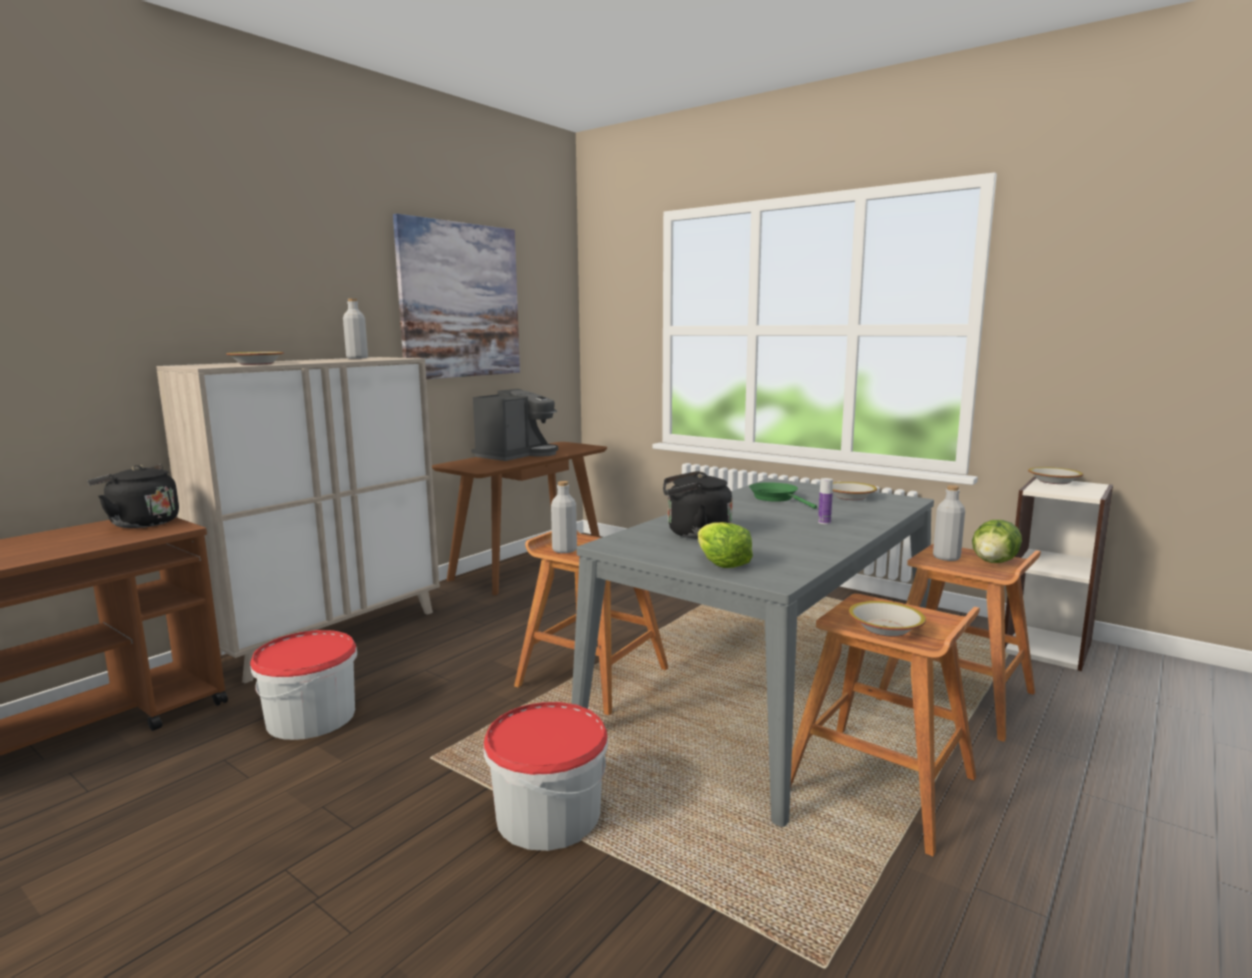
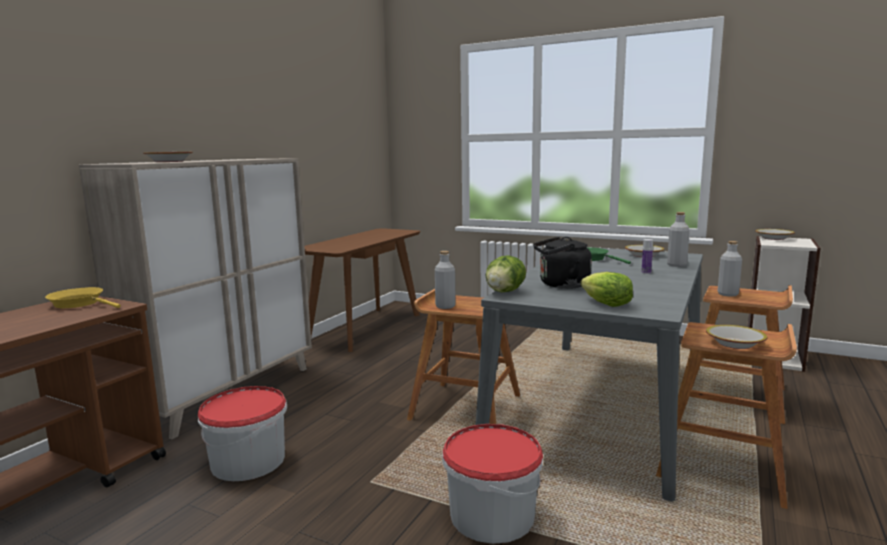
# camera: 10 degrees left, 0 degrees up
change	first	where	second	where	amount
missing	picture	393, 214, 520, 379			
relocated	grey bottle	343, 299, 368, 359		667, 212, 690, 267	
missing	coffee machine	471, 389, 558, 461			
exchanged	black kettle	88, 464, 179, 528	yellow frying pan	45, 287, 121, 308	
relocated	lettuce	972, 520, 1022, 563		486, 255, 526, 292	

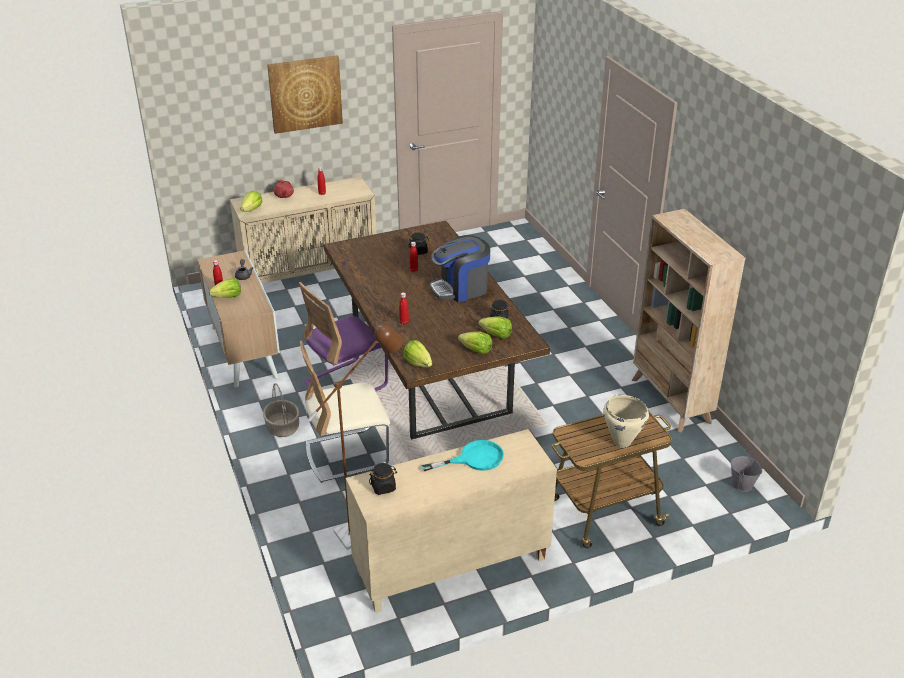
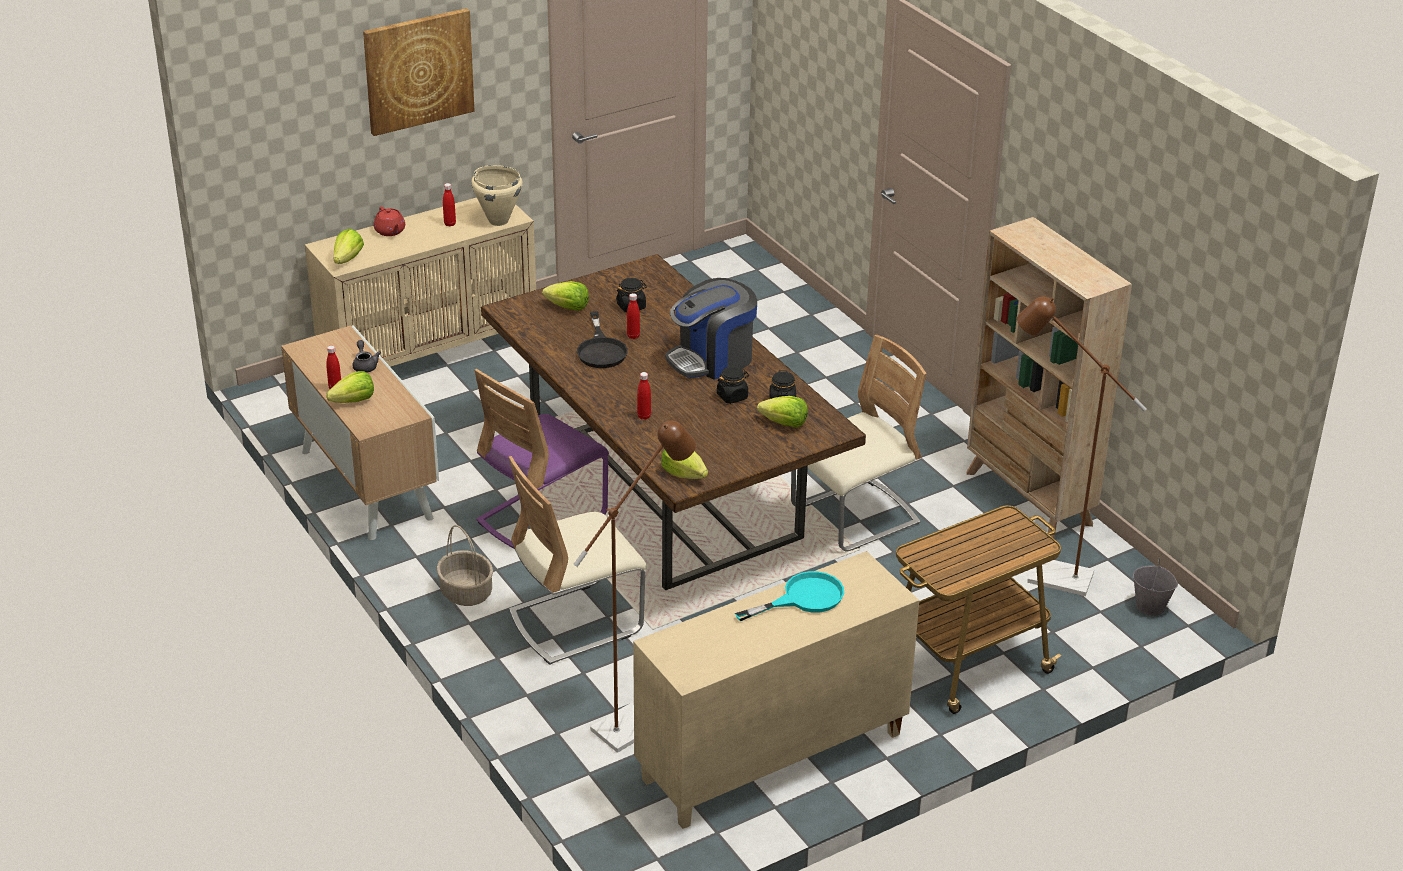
# camera: 10 degrees left, 0 degrees up
change	first	where	second	where	amount
relocated	lettuce	458, 332, 492, 354		542, 281, 589, 311	
relocated	beige cooking pot	603, 395, 649, 448		472, 165, 523, 226	
relocated	black jar	369, 463, 397, 495		717, 366, 749, 404	
appeared			brown floor lamp	1017, 297, 1147, 596	
appeared			black frying pan	577, 311, 628, 368	
appeared			beige chair	791, 335, 927, 551	

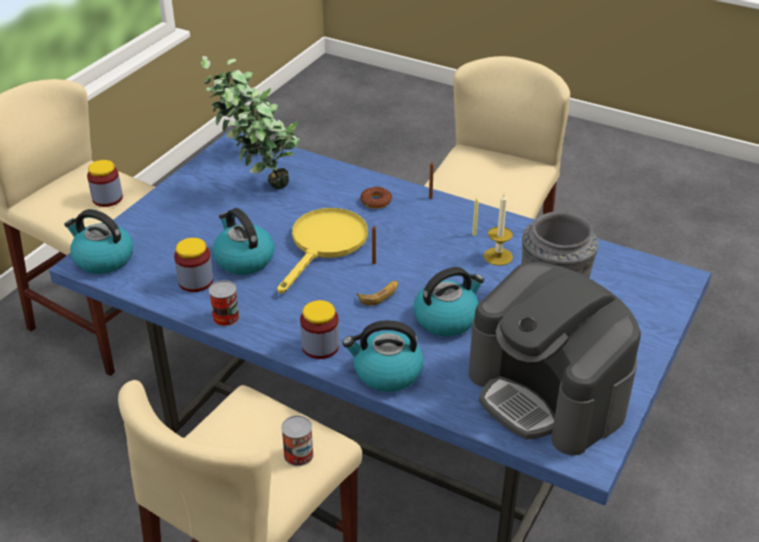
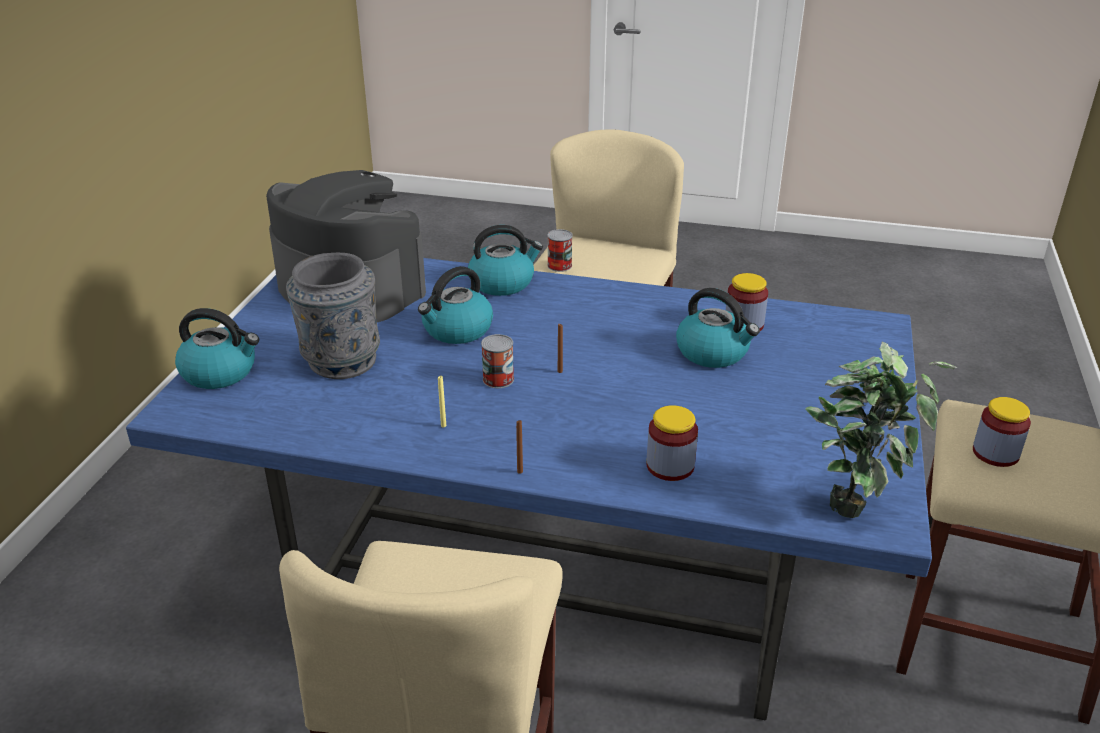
# camera: 165 degrees right, 5 degrees down
change	first	where	second	where	amount
missing	potted plant	224, 88, 300, 189			
missing	donut	360, 187, 392, 209			
missing	candle	484, 193, 513, 266			
missing	yellow frying pan	277, 208, 368, 294			
relocated	kettle	64, 209, 133, 274		175, 308, 259, 389	
relocated	can	209, 280, 240, 326		481, 334, 514, 388	
missing	banana	356, 281, 398, 306			
relocated	jar	300, 300, 339, 359		646, 405, 698, 481	

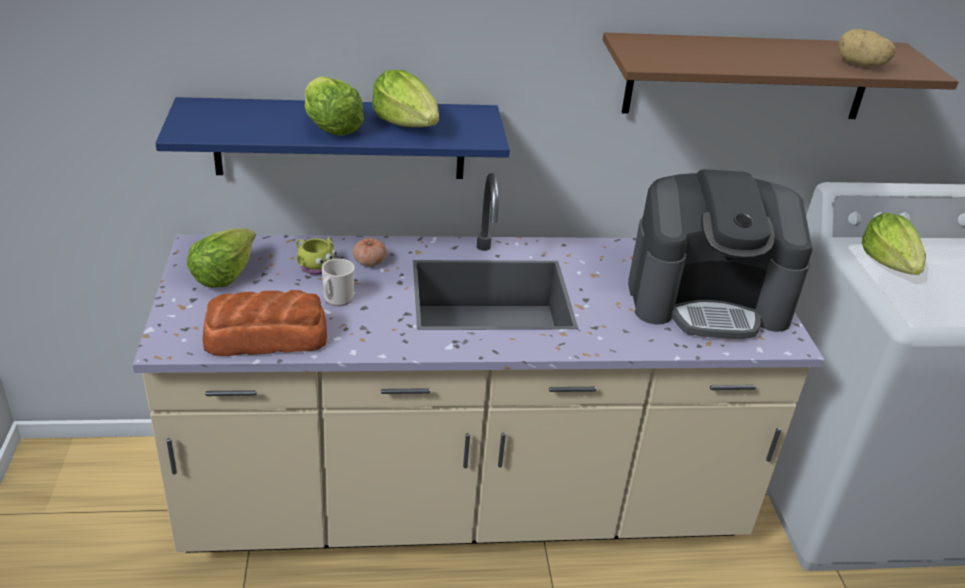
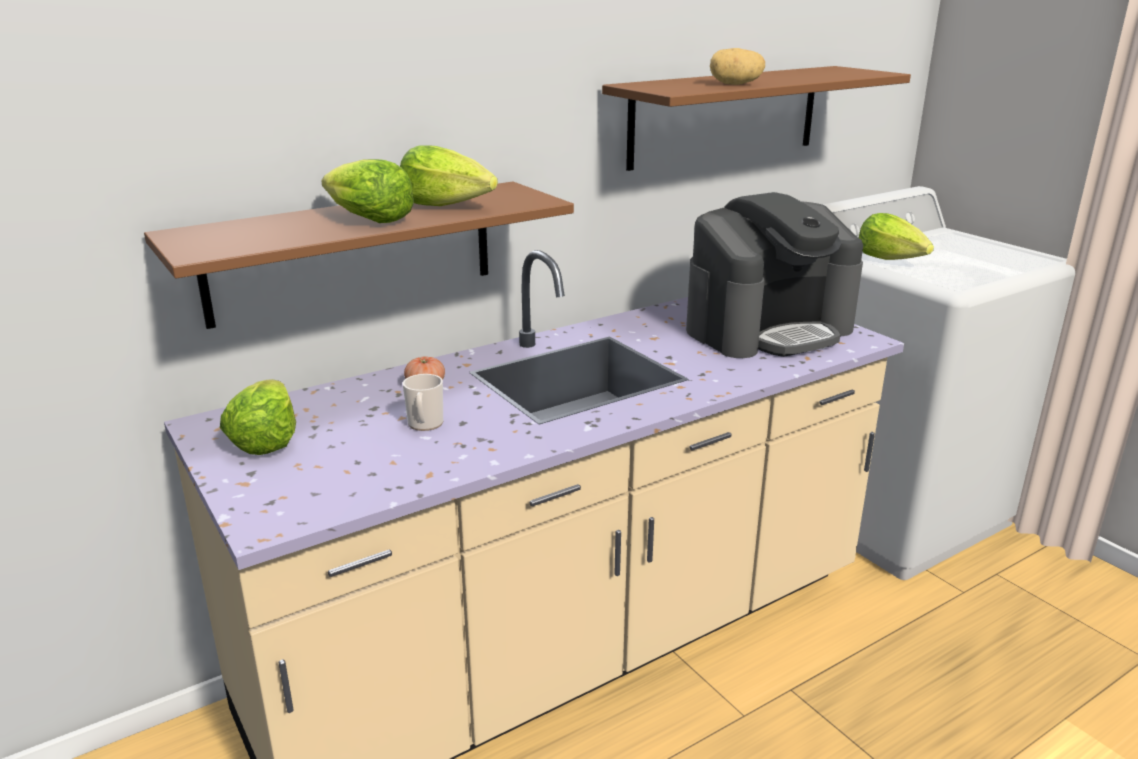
# camera: 25 degrees left, 10 degrees down
change	first	where	second	where	amount
relocated	potato	838, 29, 896, 67		710, 48, 765, 85	
colour	blue shelf	155, 97, 510, 179	brown shelf	144, 182, 574, 329	
missing	yellow mug	296, 237, 337, 275			
missing	bread	202, 290, 327, 356			

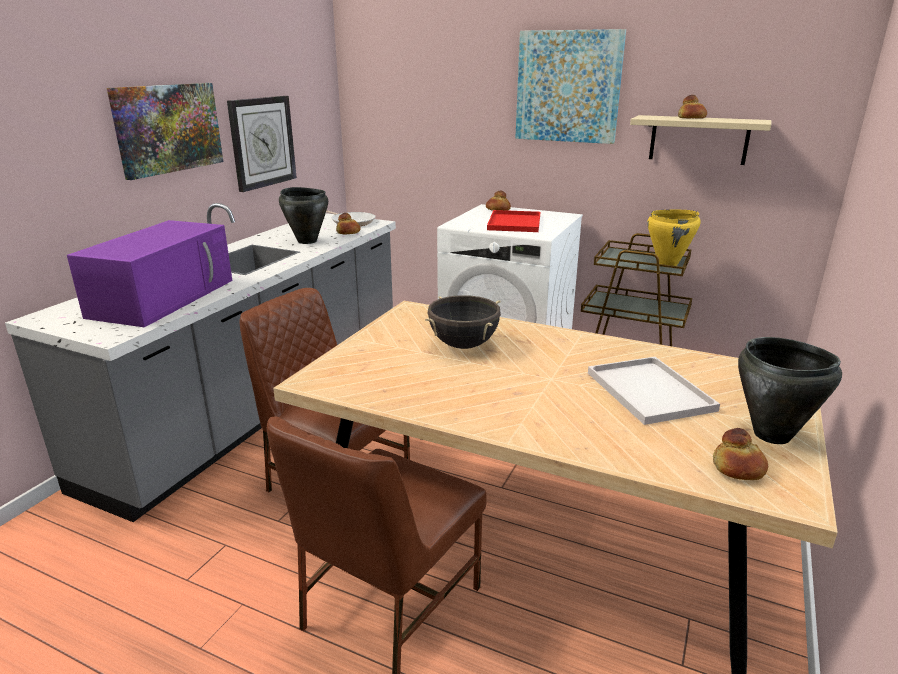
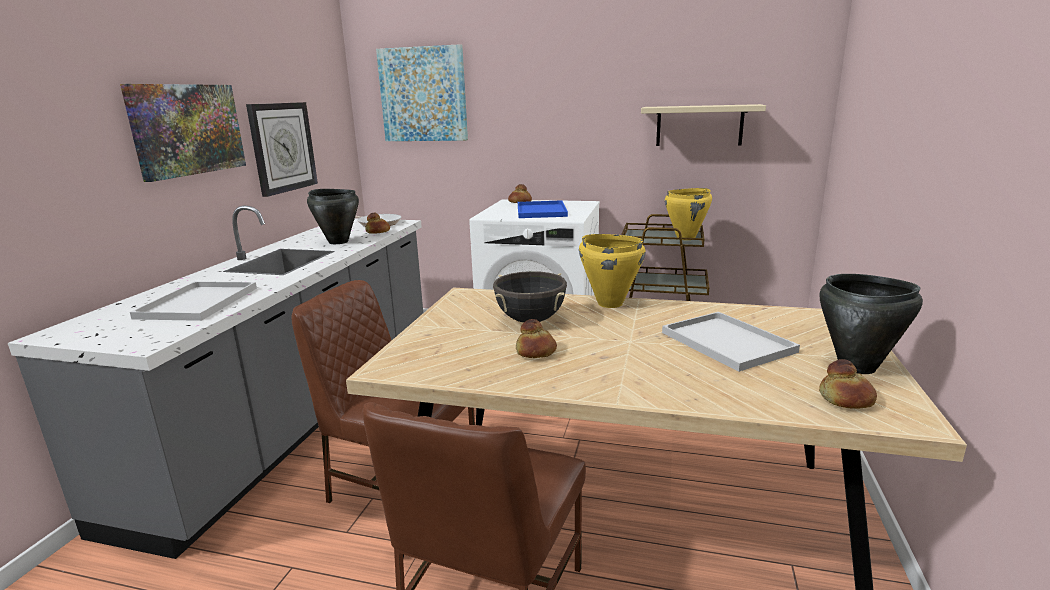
# camera: 10 degrees left, 5 degrees down
change	first	where	second	where	amount
relocated	picture	515, 29, 626, 144		376, 44, 468, 141	
relocated	bread	678, 95, 707, 119		516, 319, 557, 358	
colour	red tray	487, 210, 540, 232	blue tray	518, 200, 568, 218	
exchanged	purple microwave	67, 220, 232, 327	white tray	130, 281, 257, 321	
appeared			yellow cooking pot	579, 234, 646, 308	

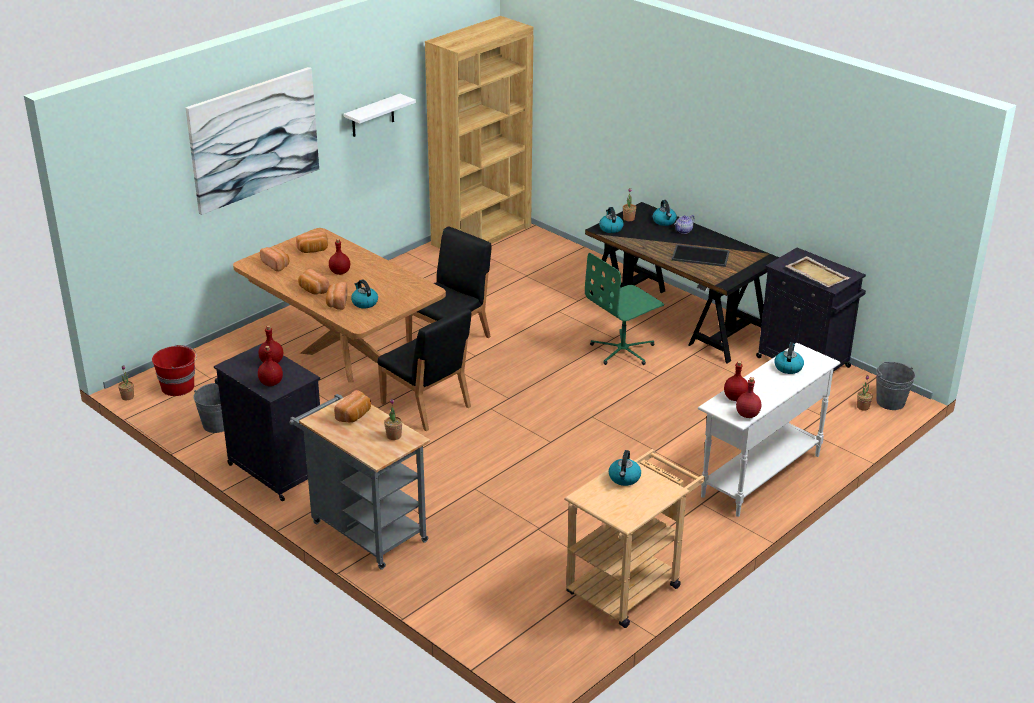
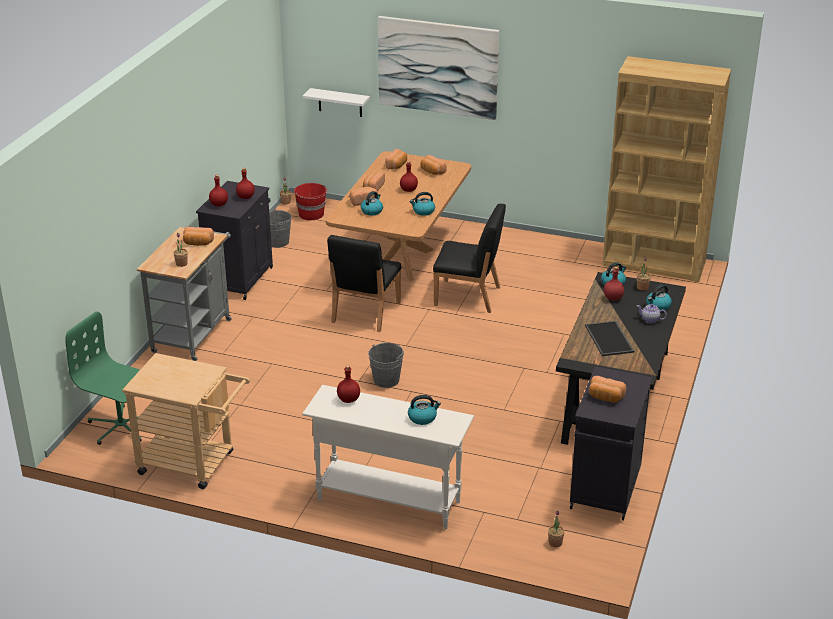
# camera: 65 degrees right, 0 degrees up
change	first	where	second	where	amount
relocated	white shelf	344, 94, 416, 137		303, 88, 370, 117	
relocated	green office chair	585, 253, 664, 365		65, 311, 141, 445	
exchanged	beige tray	785, 256, 850, 287	bread	589, 376, 626, 403	
relocated	grey bucket	876, 362, 915, 410		368, 343, 404, 388	
relocated	red bottle	736, 377, 761, 418		604, 267, 624, 301	
relocated	kettle	609, 450, 641, 486		410, 192, 435, 216	

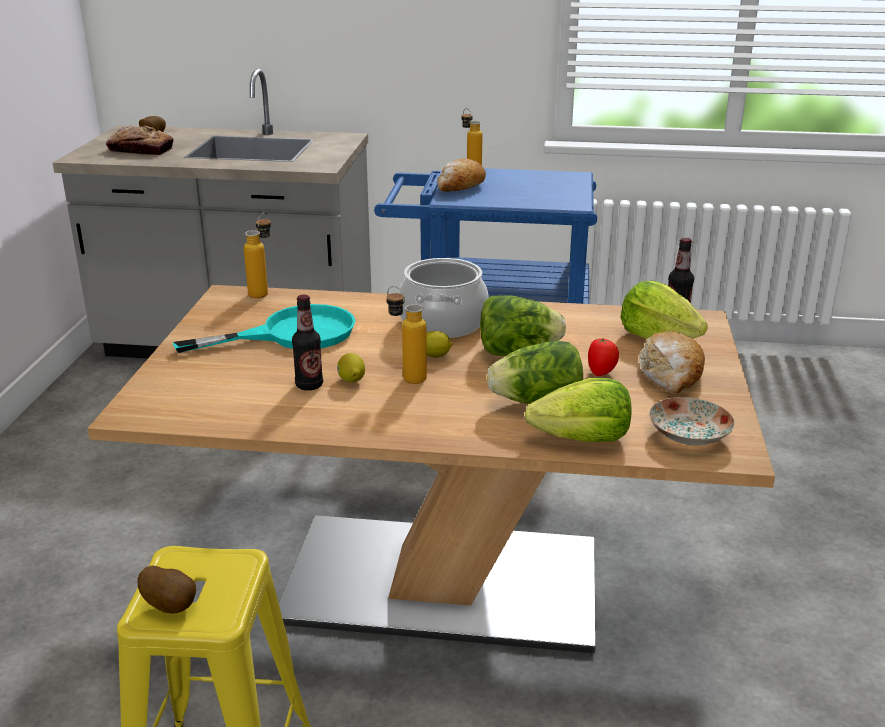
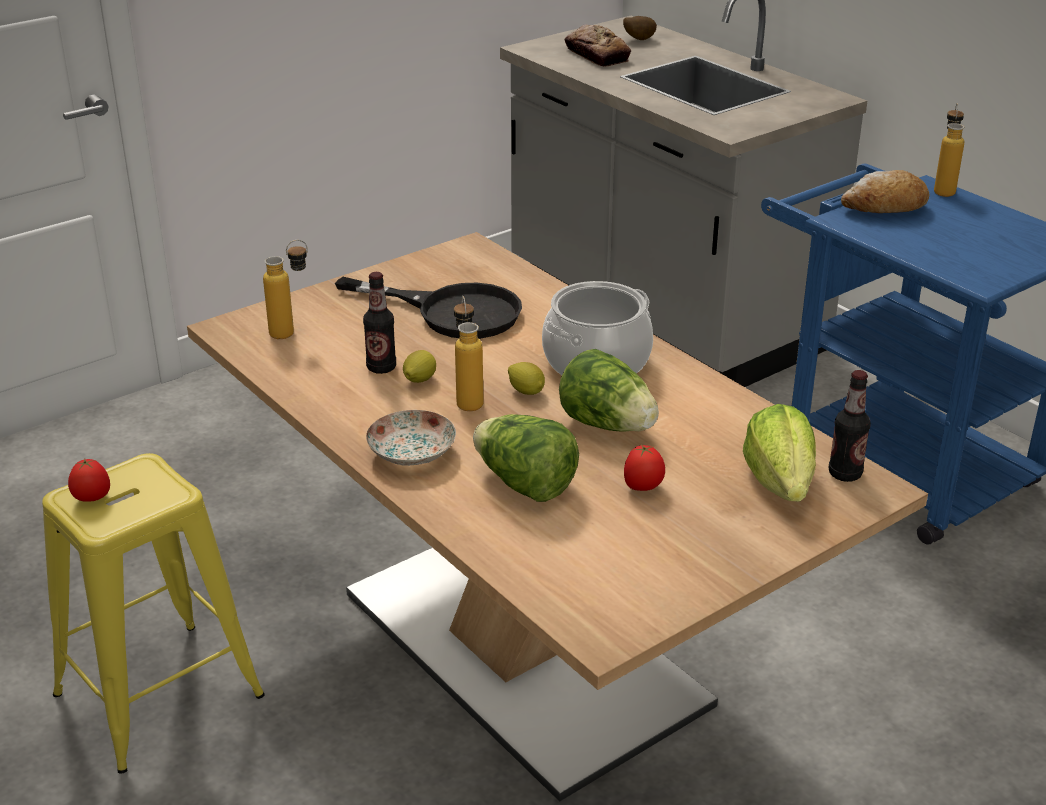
# camera: 45 degrees right, 5 degrees up
change	first	where	second	where	amount
relocated	bottle	244, 213, 271, 298		263, 240, 308, 339	
colour	turquoise frying pan	173, 304, 355, 353	black frying pan	335, 277, 522, 339	
missing	bread	639, 332, 705, 393			
missing	lettuce	525, 378, 632, 442			
relocated	plate	649, 397, 735, 445		366, 410, 456, 466	
exchanged	potato	138, 566, 196, 614	tomato	68, 459, 110, 502	

